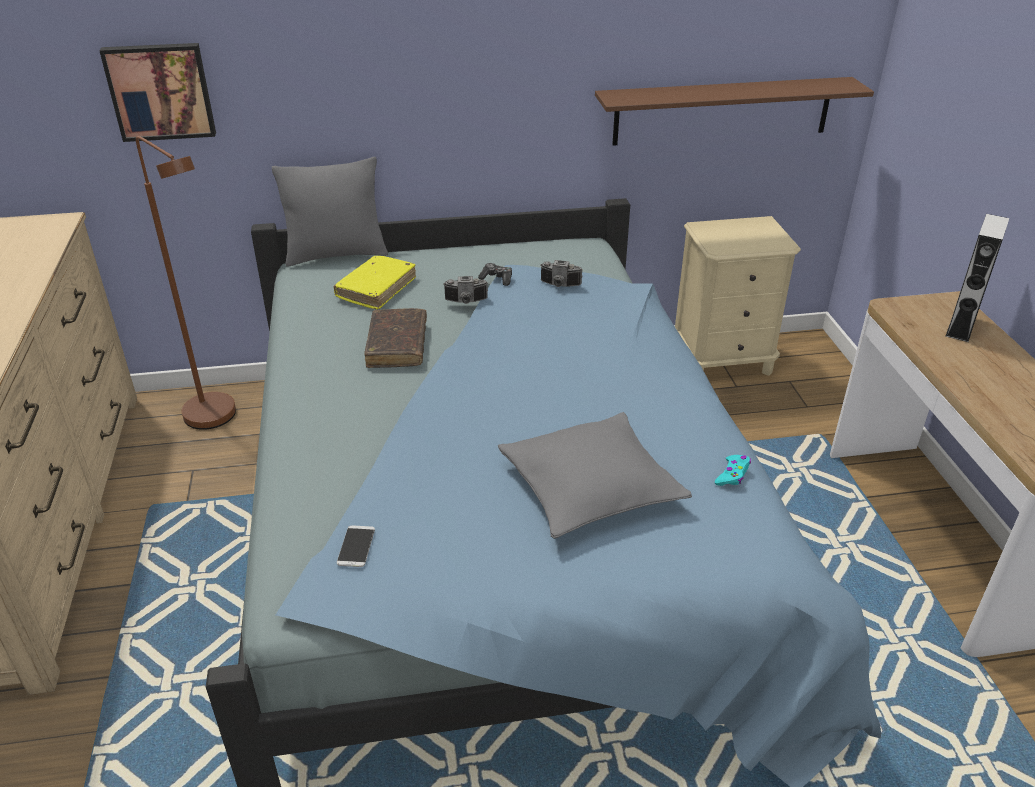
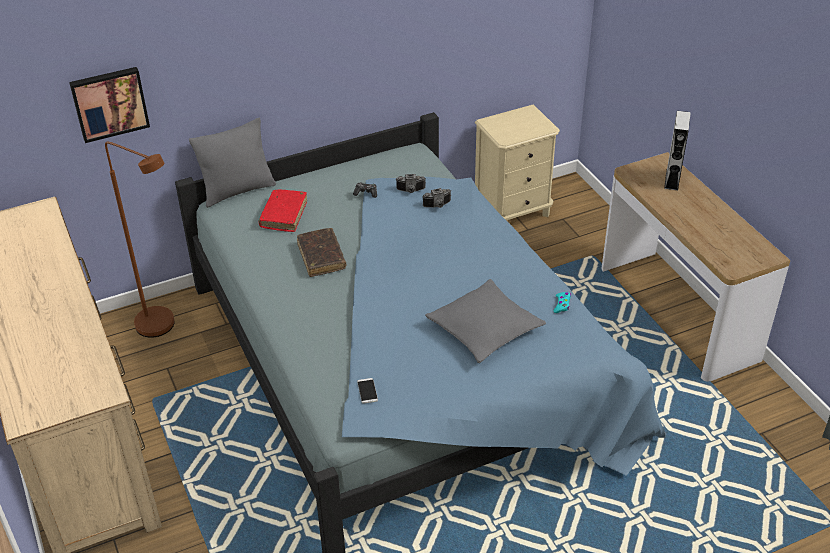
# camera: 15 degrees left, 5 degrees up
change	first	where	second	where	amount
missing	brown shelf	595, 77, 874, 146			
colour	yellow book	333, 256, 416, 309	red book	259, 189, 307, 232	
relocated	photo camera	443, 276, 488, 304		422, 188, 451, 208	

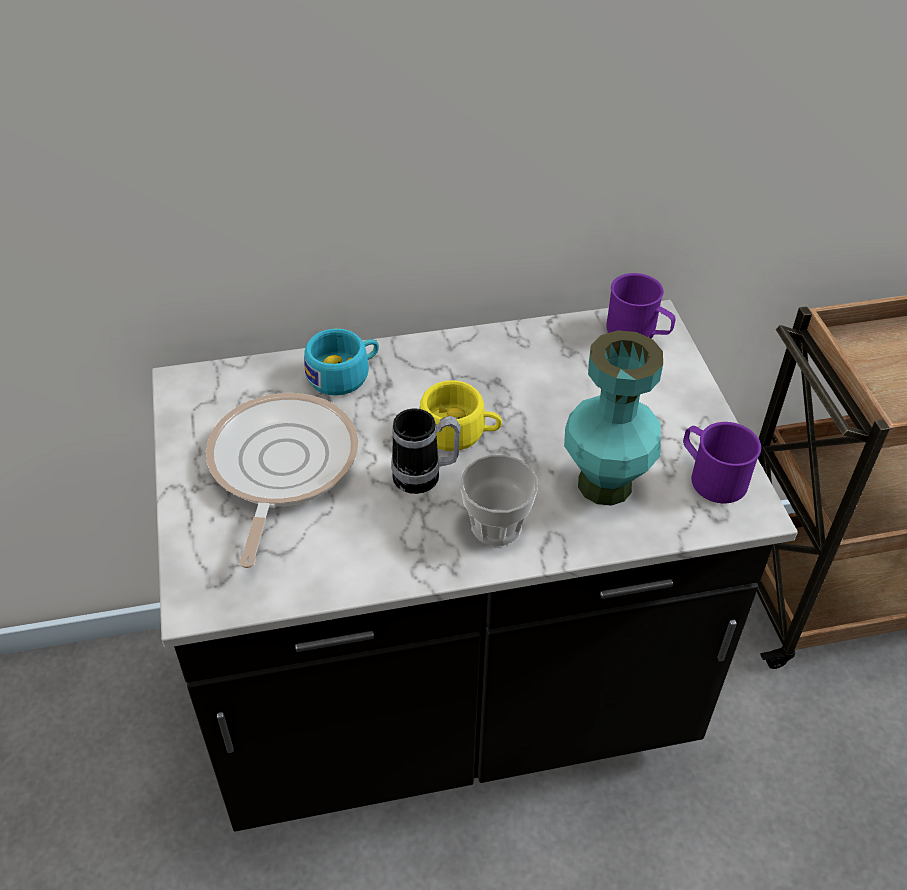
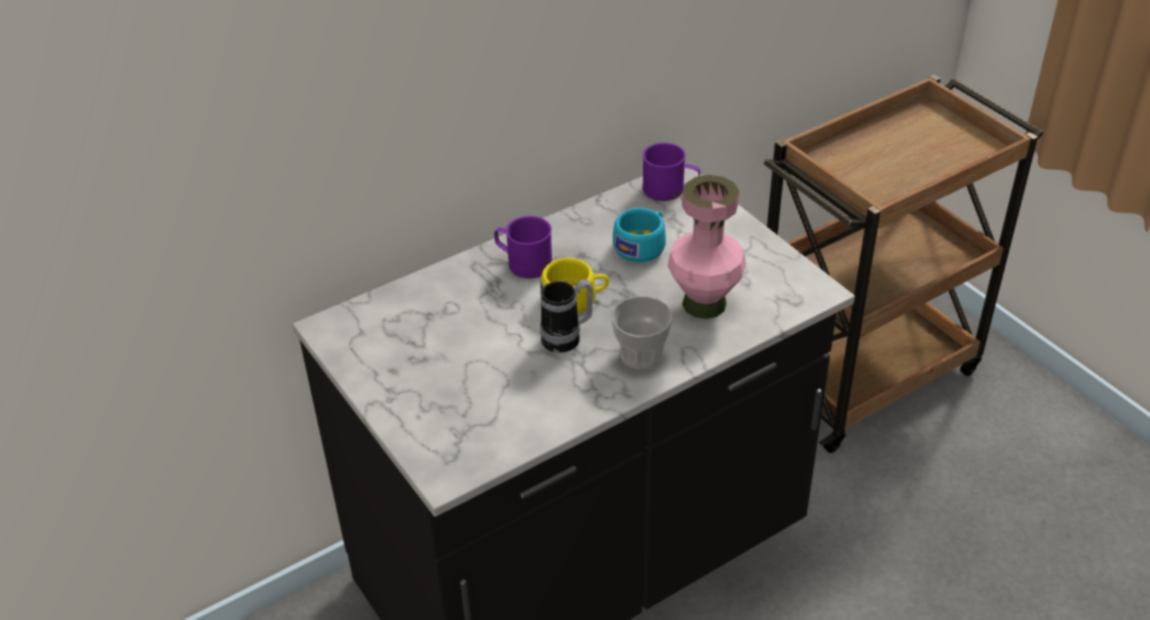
# camera: 20 degrees left, 5 degrees down
change	first	where	second	where	amount
relocated	turquoise cup	304, 329, 379, 395		613, 208, 666, 262	
colour	turquoise vase	564, 330, 663, 506	pink vase	668, 175, 746, 319	
missing	frying pan	206, 393, 359, 568			
relocated	purple mug	683, 422, 761, 503		494, 216, 552, 279	

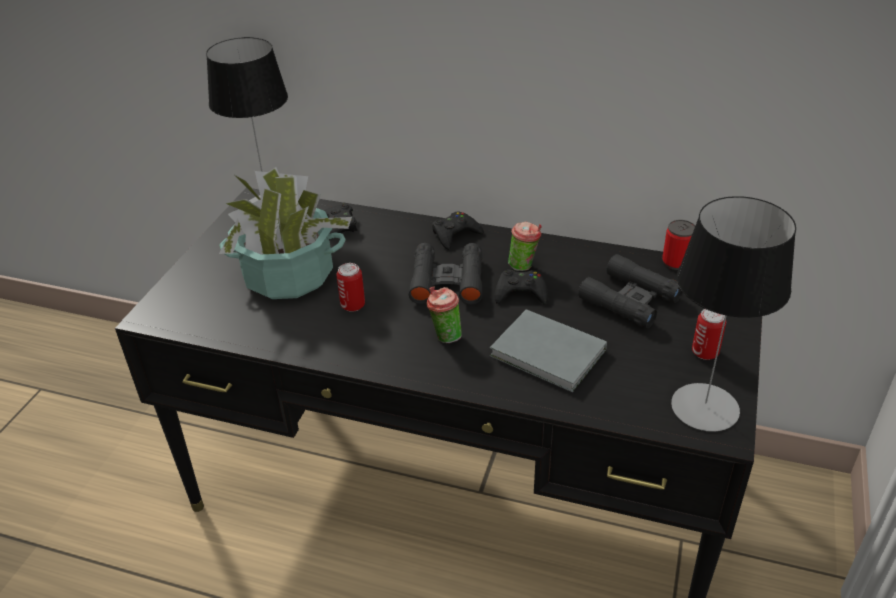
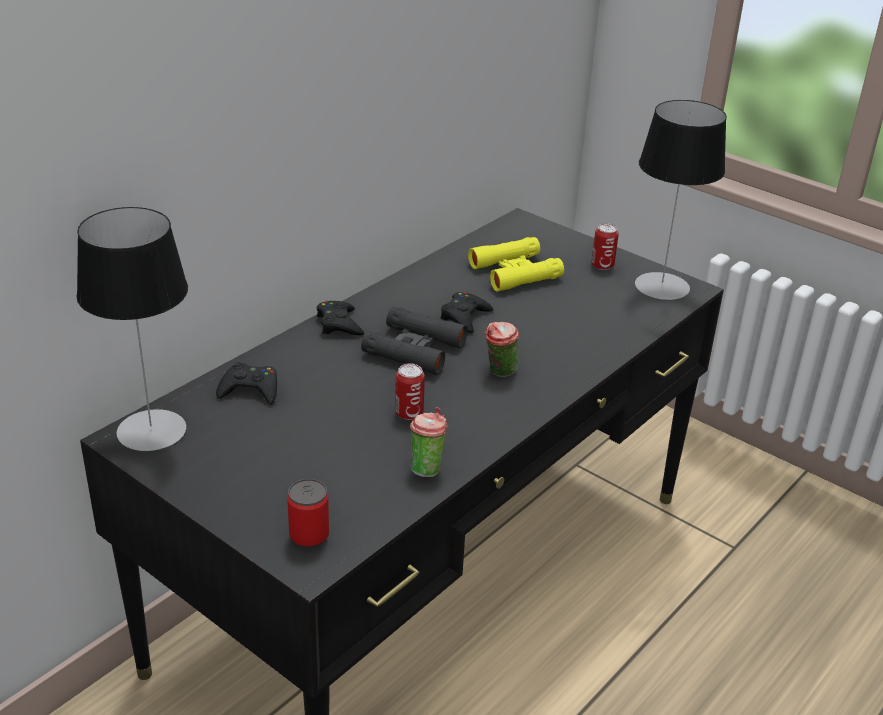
# camera: 70 degrees left, 5 degrees down
change	first	where	second	where	amount
missing	potted plant	219, 167, 352, 299			
relocated	can	662, 220, 695, 270		287, 479, 329, 548	
relocated	cup	508, 222, 542, 271		410, 407, 448, 477	
colour	black binoculars	578, 254, 683, 328	yellow binoculars	468, 237, 564, 292	
missing	grey book	490, 309, 607, 392			

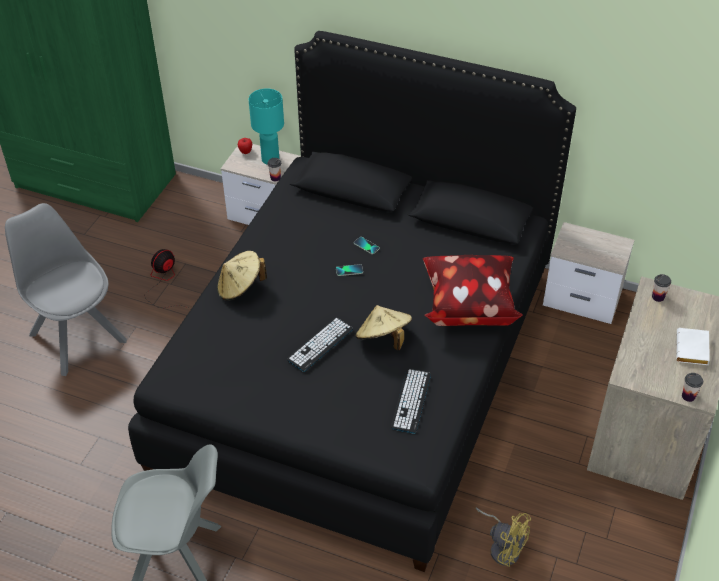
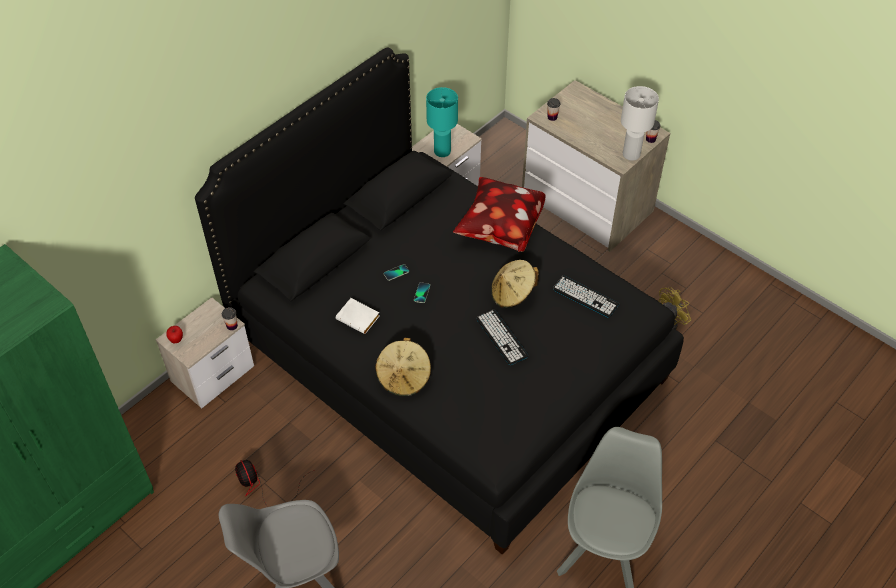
# camera: 70 degrees left, 5 degrees up
change	first	where	second	where	amount
relocated	turquoise table lamp	249, 88, 284, 165		426, 87, 458, 157	
relocated	white book	676, 328, 710, 365		336, 298, 380, 334	
appeared			white table lamp	621, 86, 659, 161	

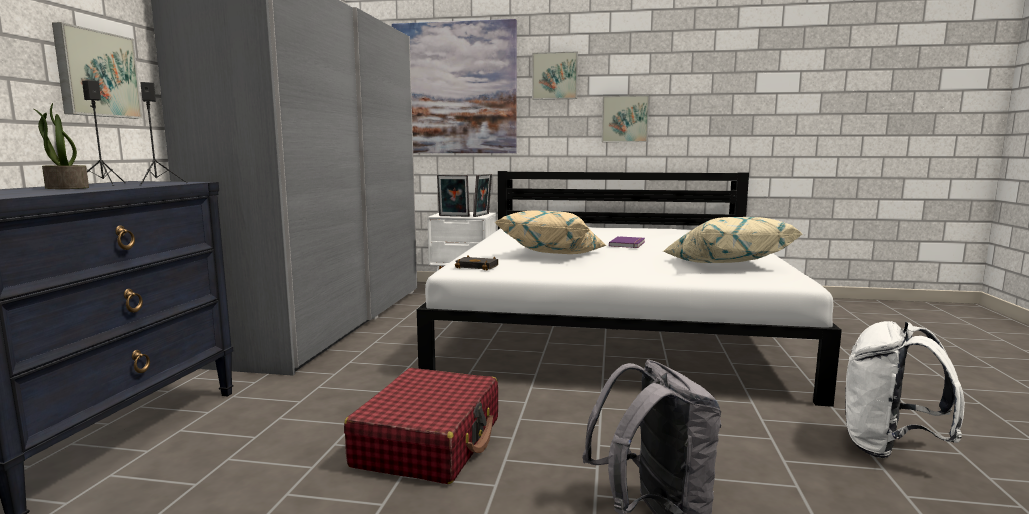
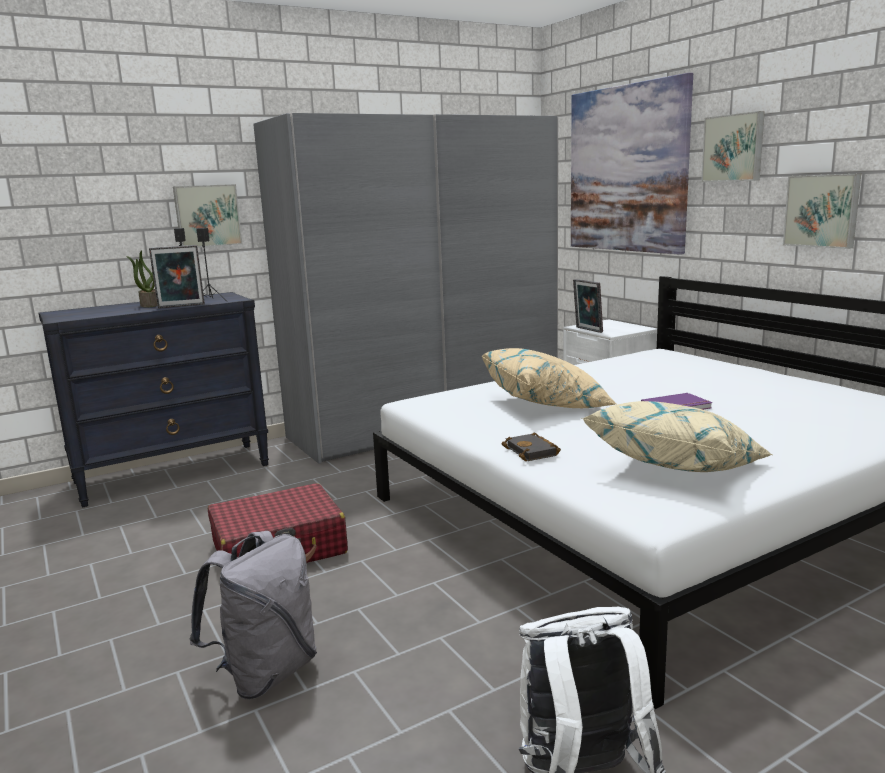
# camera: 50 degrees right, 5 degrees up
change	first	where	second	where	amount
relocated	picture frame	473, 174, 492, 217		149, 245, 205, 308	
relocated	black book	455, 255, 498, 270		502, 432, 561, 461	

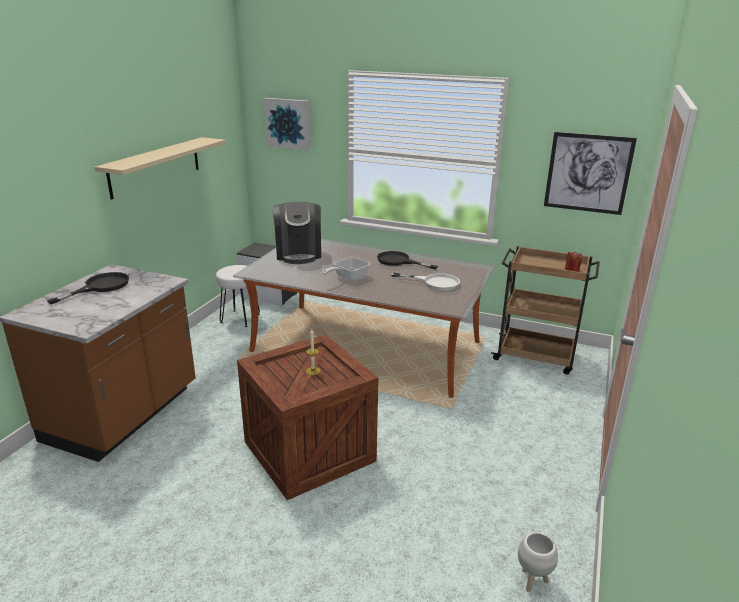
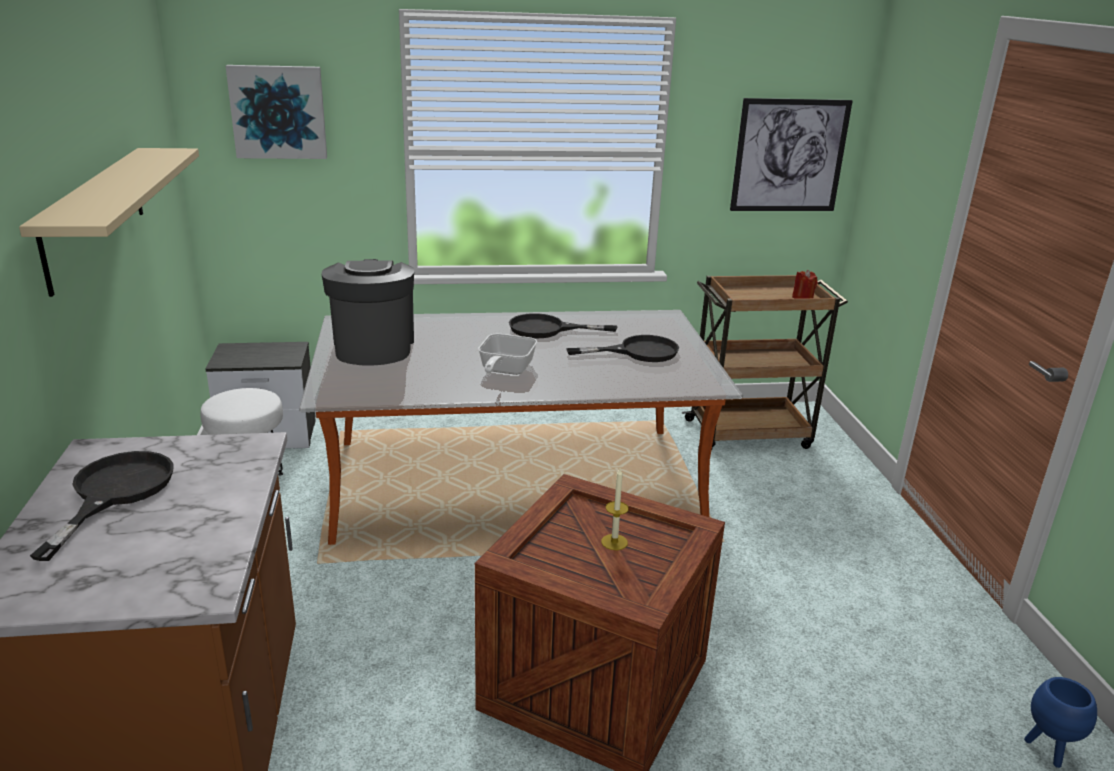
# camera: 30 degrees left, 0 degrees up
change	first	where	second	where	amount
spun	coffee machine	272, 202, 321, 264		322, 259, 414, 366	150 degrees counterclockwise
colour	white frying pan	391, 273, 460, 291	black frying pan	566, 335, 679, 362	
colour	white planter	518, 532, 558, 592	blue planter	1024, 677, 1097, 768	

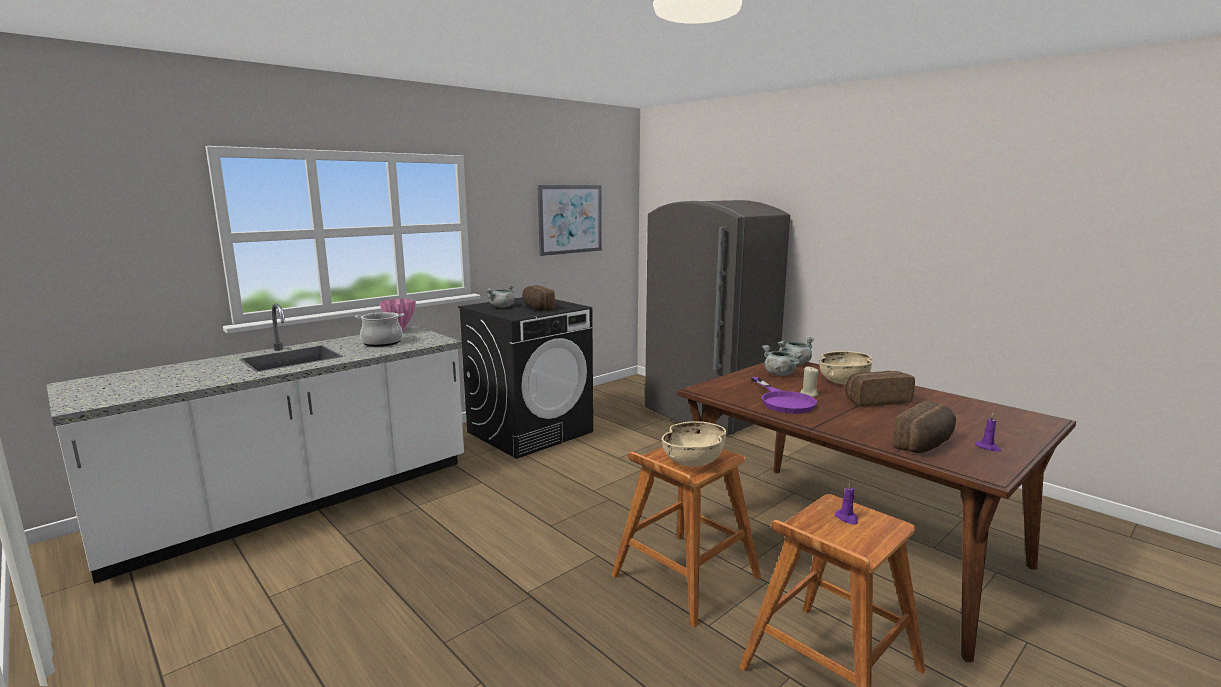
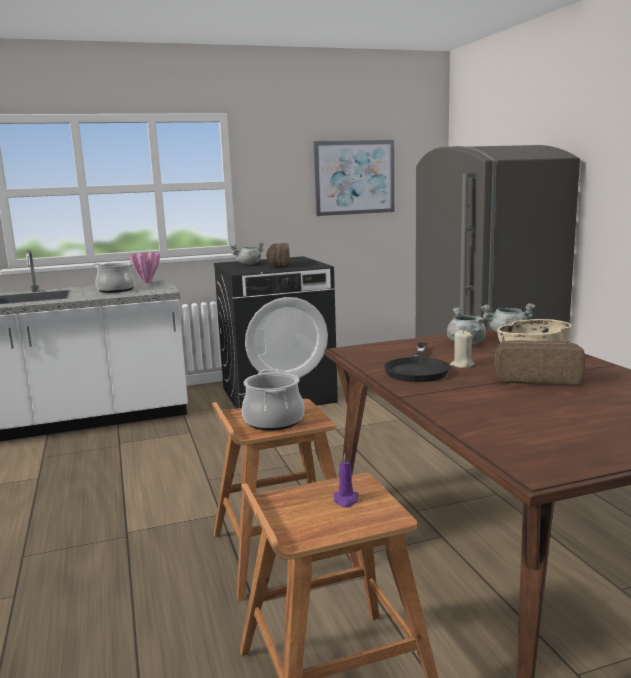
# camera: 25 degrees right, 0 degrees up
change	first	where	second	where	amount
colour	purple frying pan	751, 377, 817, 414	black frying pan	384, 342, 450, 382	
missing	bread	892, 401, 956, 453			
missing	purple candle	976, 414, 1001, 452			
exchanged	beige bowl	662, 421, 726, 467	cooking pot	242, 369, 304, 431	

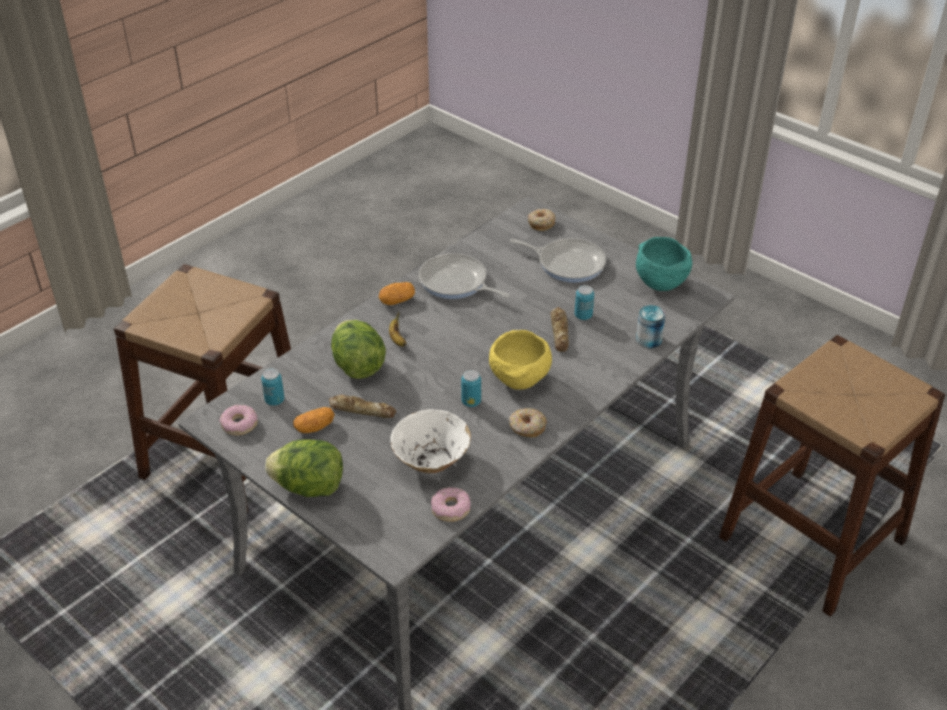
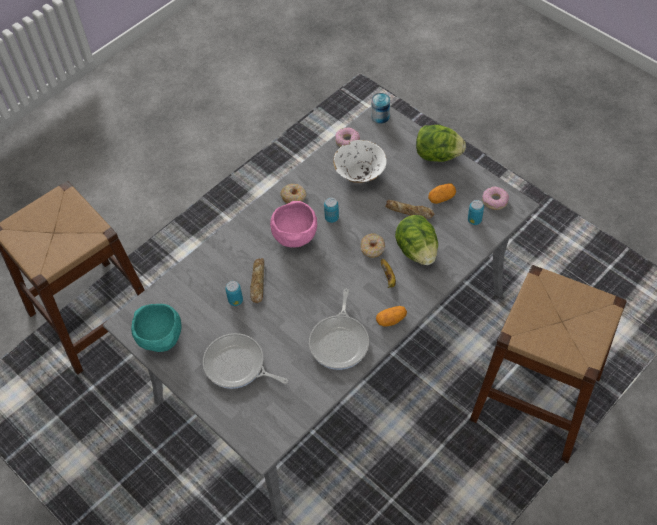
# camera: 175 degrees left, 15 degrees up
change	first	where	second	where	amount
relocated	donut	528, 209, 555, 231		361, 234, 385, 258	
spun	frying pan	419, 253, 510, 299		309, 289, 369, 370	60 degrees clockwise
relocated	can	636, 305, 666, 348		371, 93, 390, 124	
colour	yellow bowl	489, 330, 552, 390	pink bowl	270, 201, 317, 247	

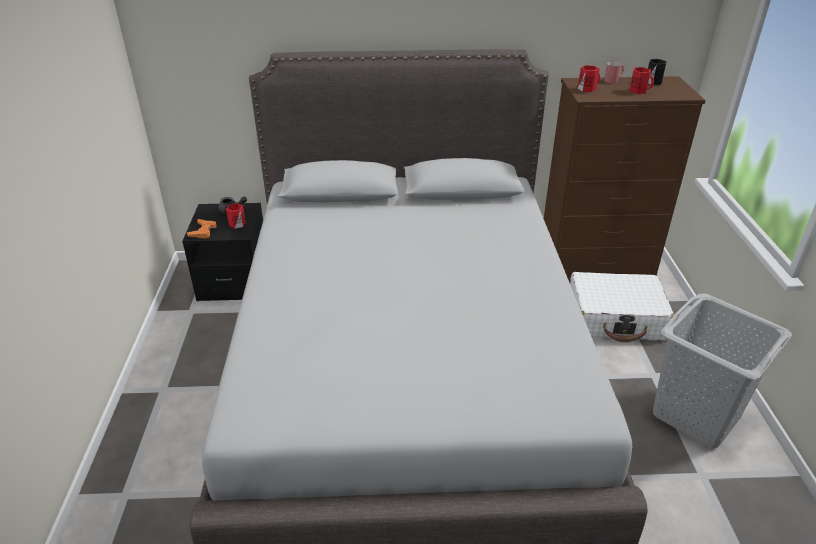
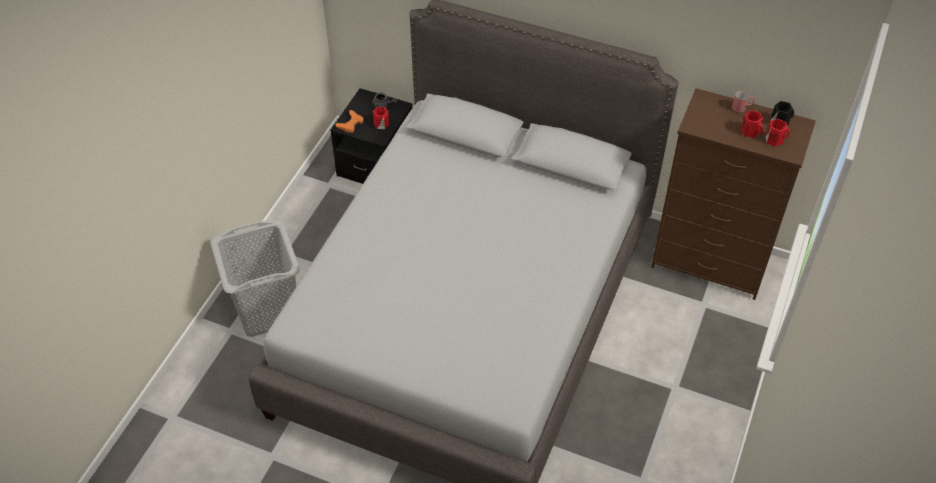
# camera: 25 degrees right, 15 degrees up
change	first	where	second	where	amount
relocated	red mug	578, 65, 600, 92		766, 119, 790, 147	
missing	white suitcase	570, 272, 674, 342			
relocated	grey laundry basket	653, 294, 792, 449		210, 220, 300, 337	

